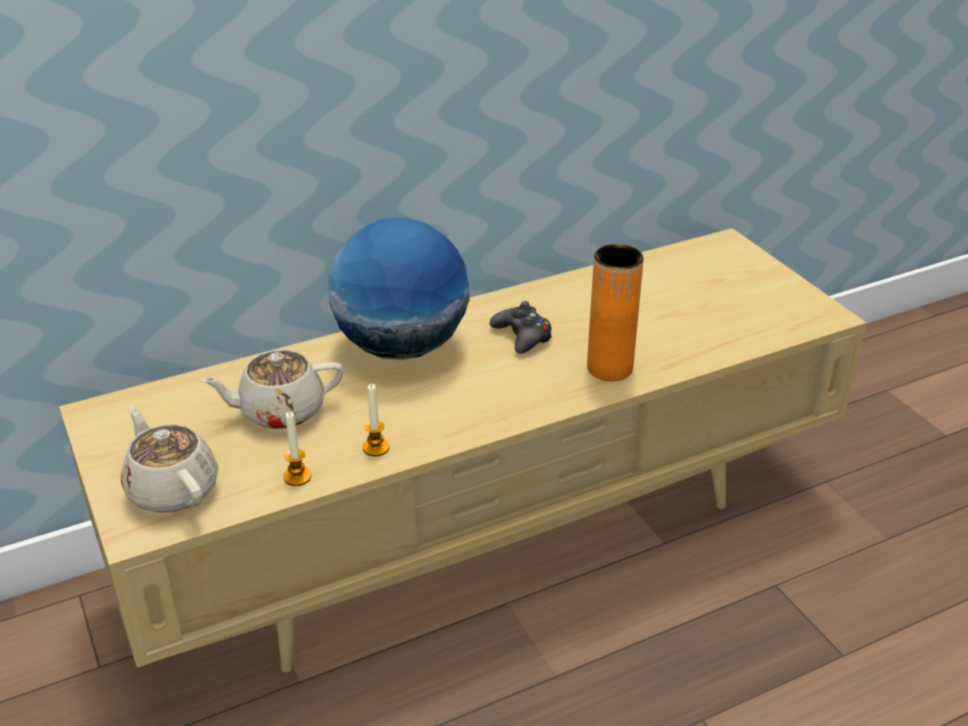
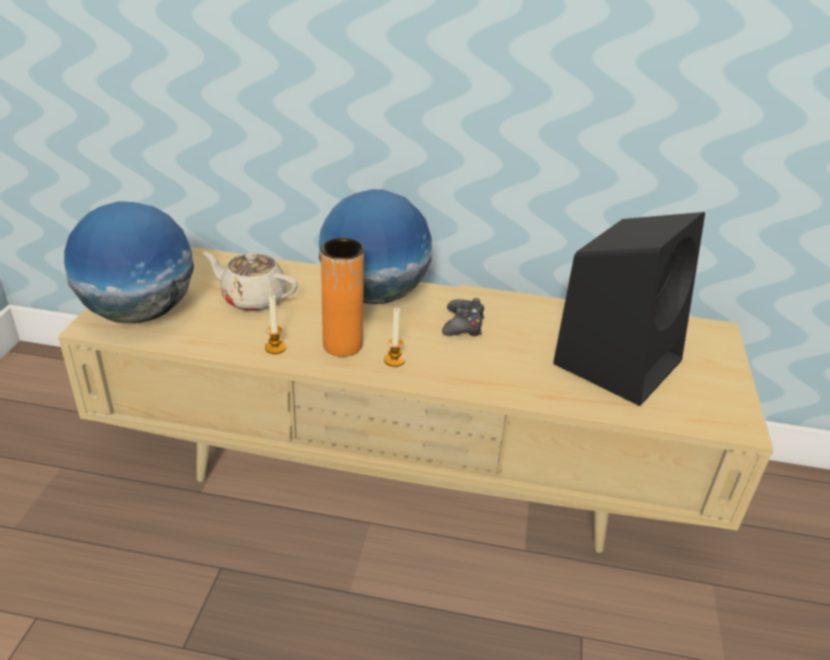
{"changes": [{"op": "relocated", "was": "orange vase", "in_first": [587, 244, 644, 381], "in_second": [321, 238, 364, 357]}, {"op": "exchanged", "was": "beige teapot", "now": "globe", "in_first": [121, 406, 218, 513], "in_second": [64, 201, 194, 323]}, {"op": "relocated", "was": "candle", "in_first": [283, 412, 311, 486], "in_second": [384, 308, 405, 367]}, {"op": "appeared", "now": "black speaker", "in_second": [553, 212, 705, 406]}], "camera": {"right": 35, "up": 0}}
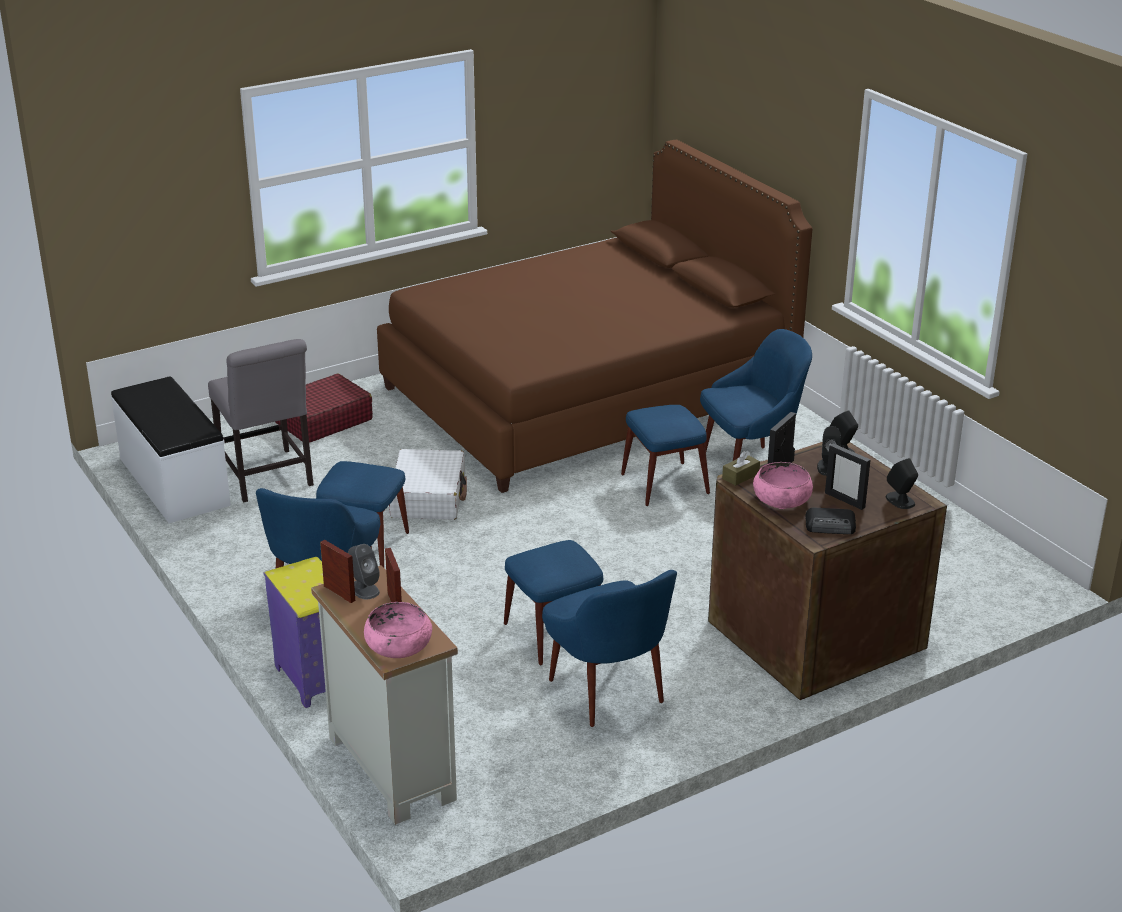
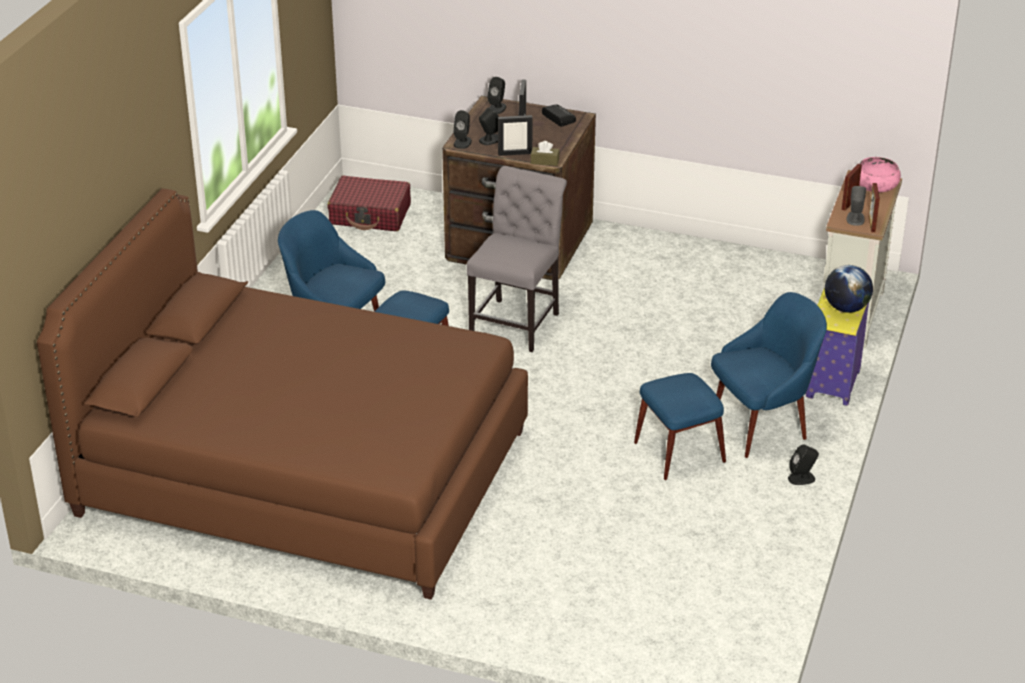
{"changes": [{"op": "relocated", "was": "grey chair", "in_first": [208, 339, 314, 502], "in_second": [467, 166, 567, 352]}, {"op": "relocated", "was": "red suitcase", "in_first": [275, 374, 373, 443], "in_second": [328, 176, 411, 231]}, {"op": "missing", "was": "white bench", "in_first": [111, 377, 231, 523]}, {"op": "missing", "was": "white suitcase", "in_first": [389, 449, 467, 520]}, {"op": "missing", "was": "pink bowl", "in_first": [753, 462, 813, 509]}, {"op": "missing", "was": "blue armchair", "in_first": [504, 540, 677, 727]}, {"op": "appeared", "now": "globe", "in_second": [825, 265, 873, 313]}, {"op": "appeared", "now": "black speaker", "in_second": [788, 444, 819, 485]}], "camera": {"right": -130, "up": 5}}
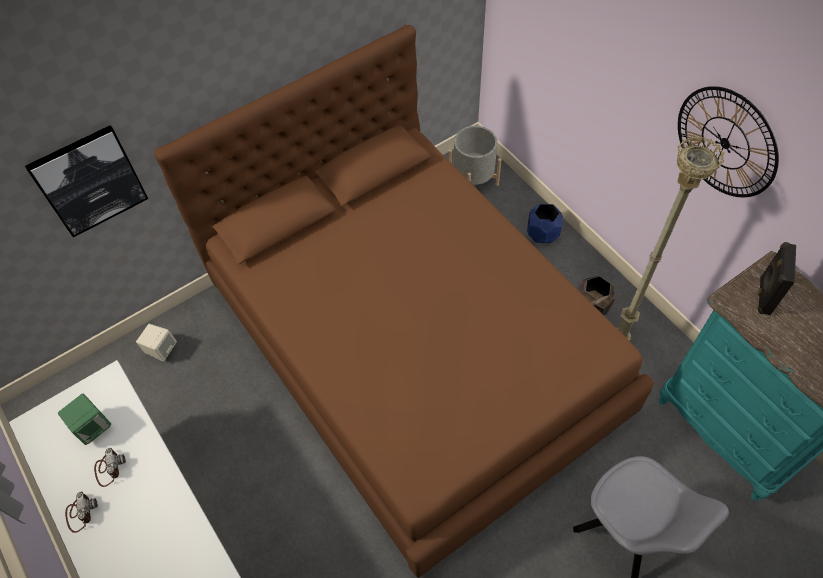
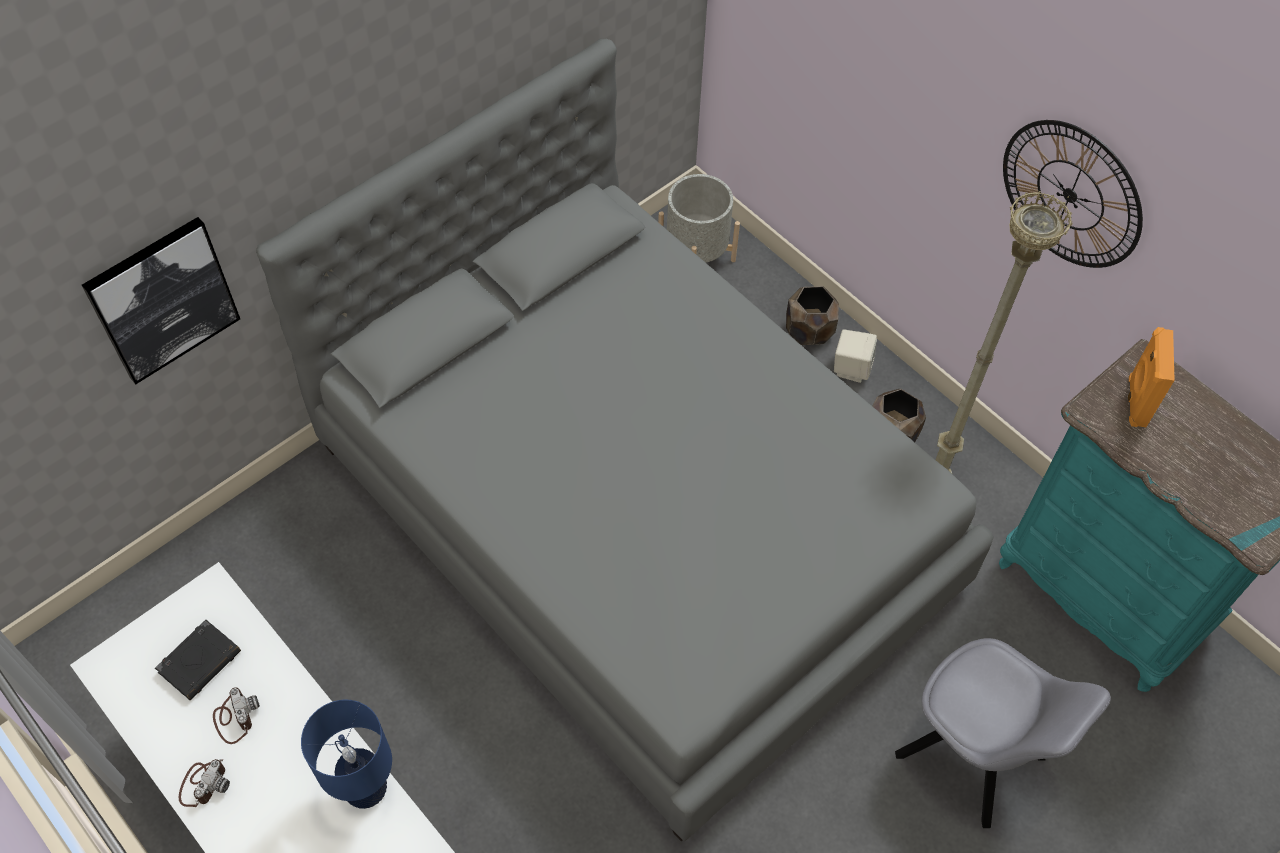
{"changes": [{"op": "colour", "was": "brown bed", "now": "grey bed", "in_first": [154, 25, 654, 578], "in_second": [256, 39, 994, 841]}, {"op": "colour", "was": "blue planter", "now": "brown planter", "in_first": [527, 204, 563, 243], "in_second": [786, 286, 839, 345]}, {"op": "colour", "was": "black speaker", "now": "orange speaker", "in_first": [758, 242, 796, 315], "in_second": [1128, 327, 1175, 427]}, {"op": "relocated", "was": "beige speaker", "in_first": [136, 324, 177, 362], "in_second": [834, 329, 877, 383]}, {"op": "exchanged", "was": "green speaker", "now": "black book", "in_first": [58, 394, 111, 445], "in_second": [155, 620, 241, 700]}, {"op": "spun", "was": "photo camera", "in_first": [65, 492, 98, 533], "in_second": [179, 759, 230, 807], "clockwise": 45}, {"op": "appeared", "now": "blue table lamp", "in_second": [301, 700, 392, 809]}], "camera": {"right": -10, "up": 0}}
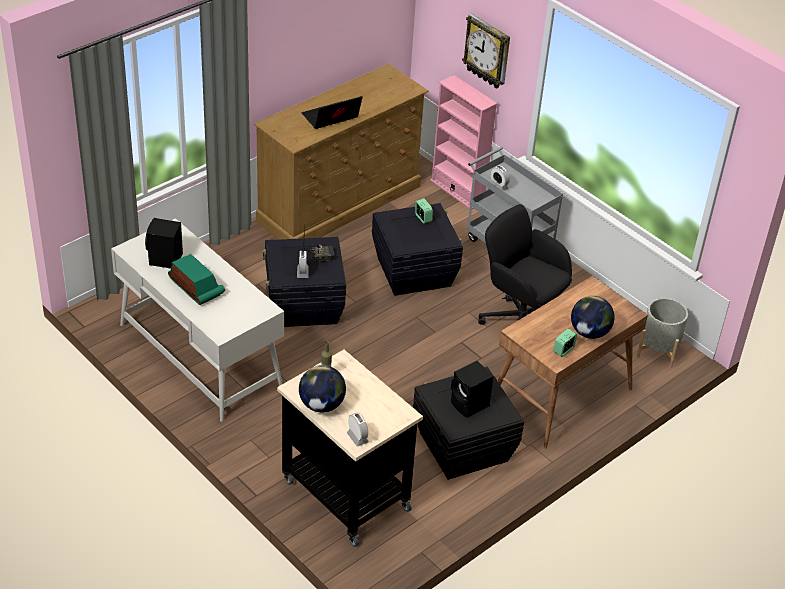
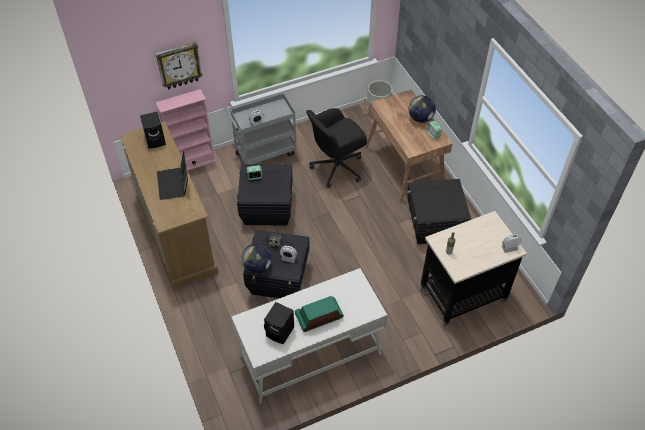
{"changes": [{"op": "relocated", "was": "black speaker", "in_first": [451, 361, 494, 418], "in_second": [140, 112, 166, 149]}, {"op": "relocated", "was": "globe", "in_first": [299, 365, 346, 412], "in_second": [241, 243, 271, 274]}], "camera": {"right": -70, "up": 10}}
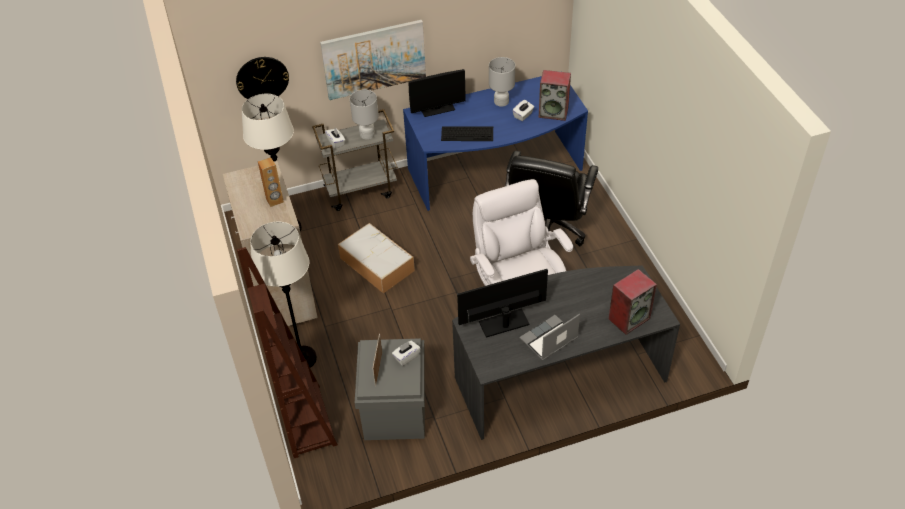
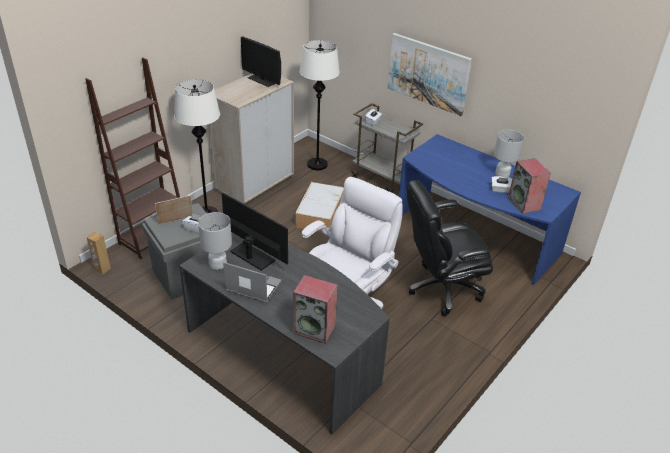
{"changes": [{"op": "missing", "was": "wall clock", "in_first": [236, 57, 289, 99]}, {"op": "relocated", "was": "monitor", "in_first": [409, 69, 466, 117], "in_second": [241, 36, 281, 87]}, {"op": "relocated", "was": "grey table lamp", "in_first": [350, 90, 379, 140], "in_second": [198, 212, 232, 270]}, {"op": "missing", "was": "keyboard", "in_first": [441, 127, 493, 141]}, {"op": "relocated", "was": "brown speaker", "in_first": [258, 157, 284, 207], "in_second": [86, 232, 111, 275]}], "camera": {"right": 55, "up": -10}}
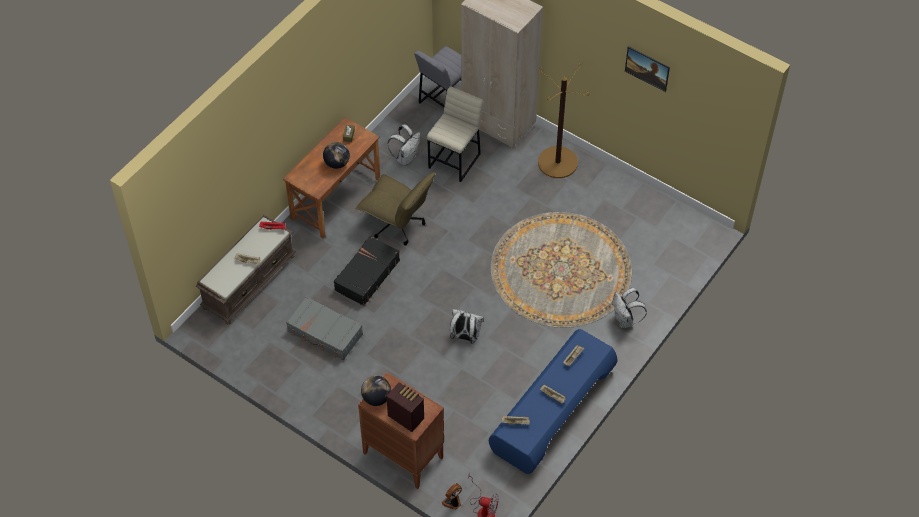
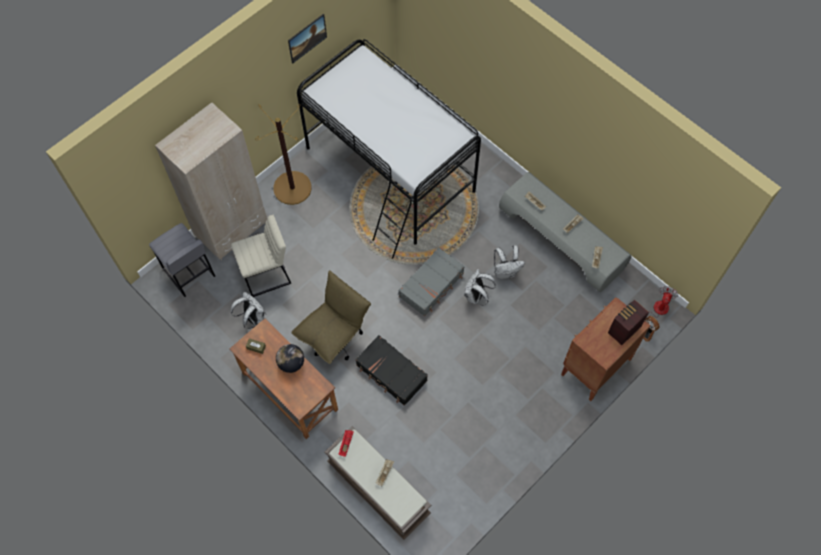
{"changes": [{"op": "spun", "was": "beige chair", "in_first": [427, 86, 484, 182], "in_second": [231, 215, 291, 297], "clockwise": 120}, {"op": "relocated", "was": "white backpack", "in_first": [613, 288, 647, 328], "in_second": [494, 245, 525, 279]}, {"op": "relocated", "was": "grey suitcase", "in_first": [286, 296, 363, 360], "in_second": [399, 247, 465, 316]}, {"op": "colour", "was": "blue bench", "now": "grey bench", "in_first": [489, 329, 617, 474], "in_second": [499, 172, 632, 292]}, {"op": "missing", "was": "globe", "in_first": [361, 376, 391, 406]}, {"op": "appeared", "now": "black bed", "in_second": [297, 39, 481, 259]}], "camera": {"right": -80, "up": 10}}
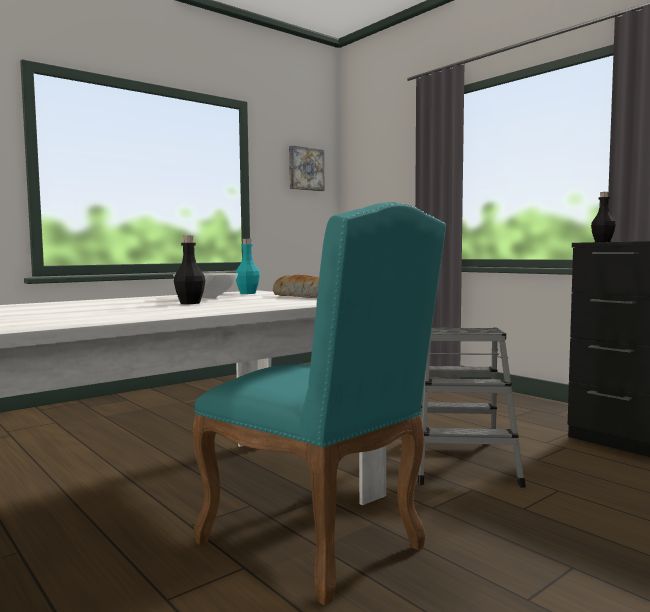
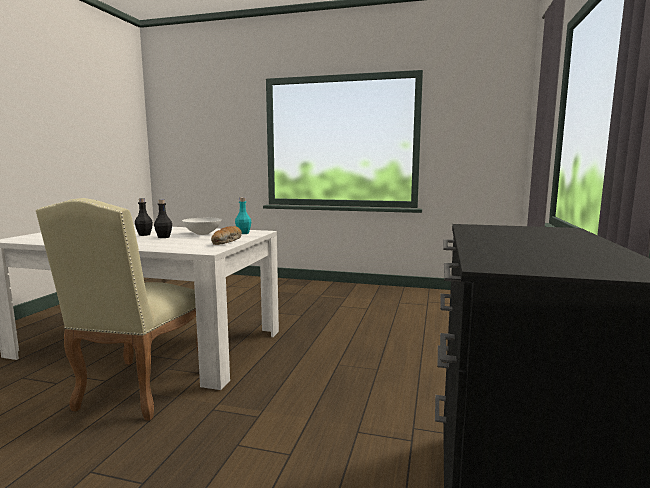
{"changes": [{"op": "missing", "was": "picture", "in_first": [289, 145, 325, 191]}, {"op": "relocated", "was": "black bottle", "in_first": [591, 192, 616, 242], "in_second": [135, 198, 153, 236]}, {"op": "colour", "was": "turquoise chair", "now": "beige chair", "in_first": [193, 202, 446, 606], "in_second": [36, 198, 198, 421]}, {"op": "missing", "was": "grey step ladder", "in_first": [418, 328, 526, 488]}], "camera": {"right": 55, "up": 5}}
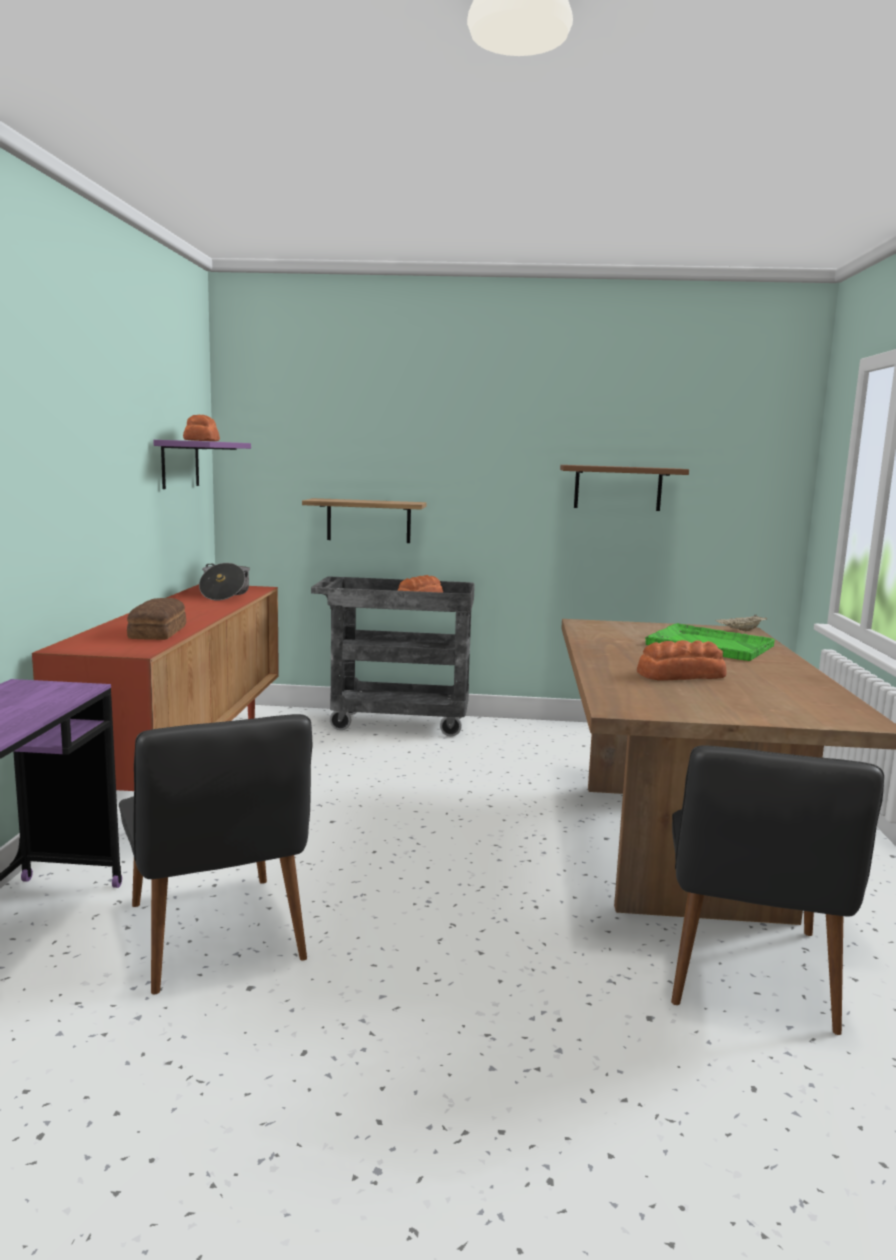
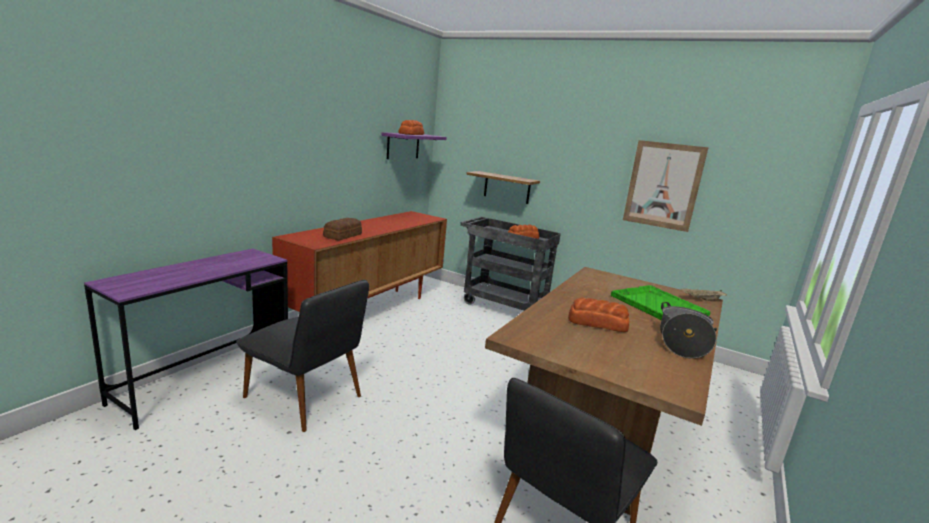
{"changes": [{"op": "exchanged", "was": "brown shelf", "now": "picture", "in_first": [560, 465, 689, 511], "in_second": [623, 140, 709, 232]}, {"op": "relocated", "was": "cooking pot", "in_first": [199, 563, 250, 600], "in_second": [660, 302, 717, 359]}, {"op": "spun", "was": "black chair", "in_first": [119, 714, 312, 994], "in_second": [236, 280, 369, 432], "clockwise": -60}], "camera": {"right": 25, "up": 5}}
